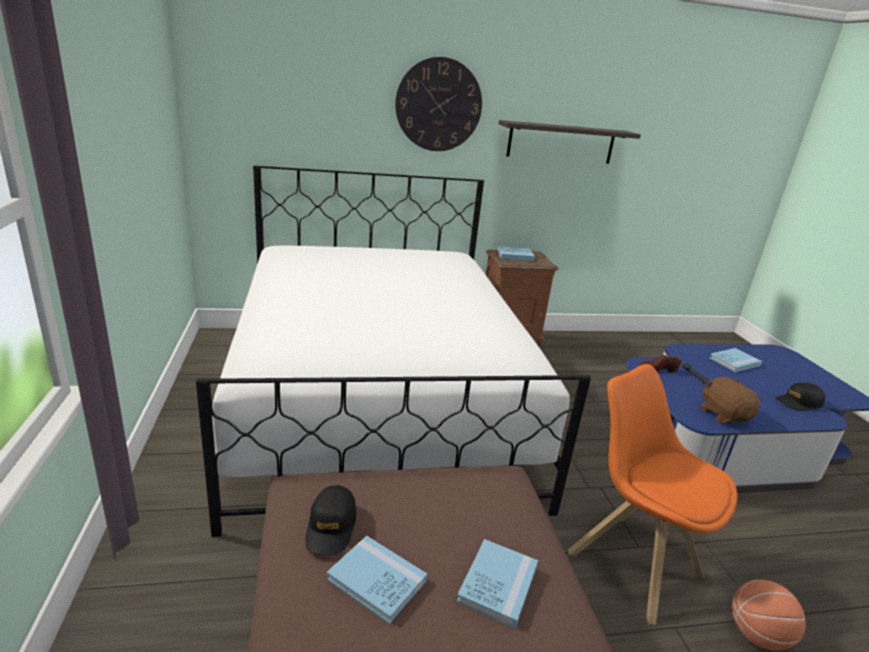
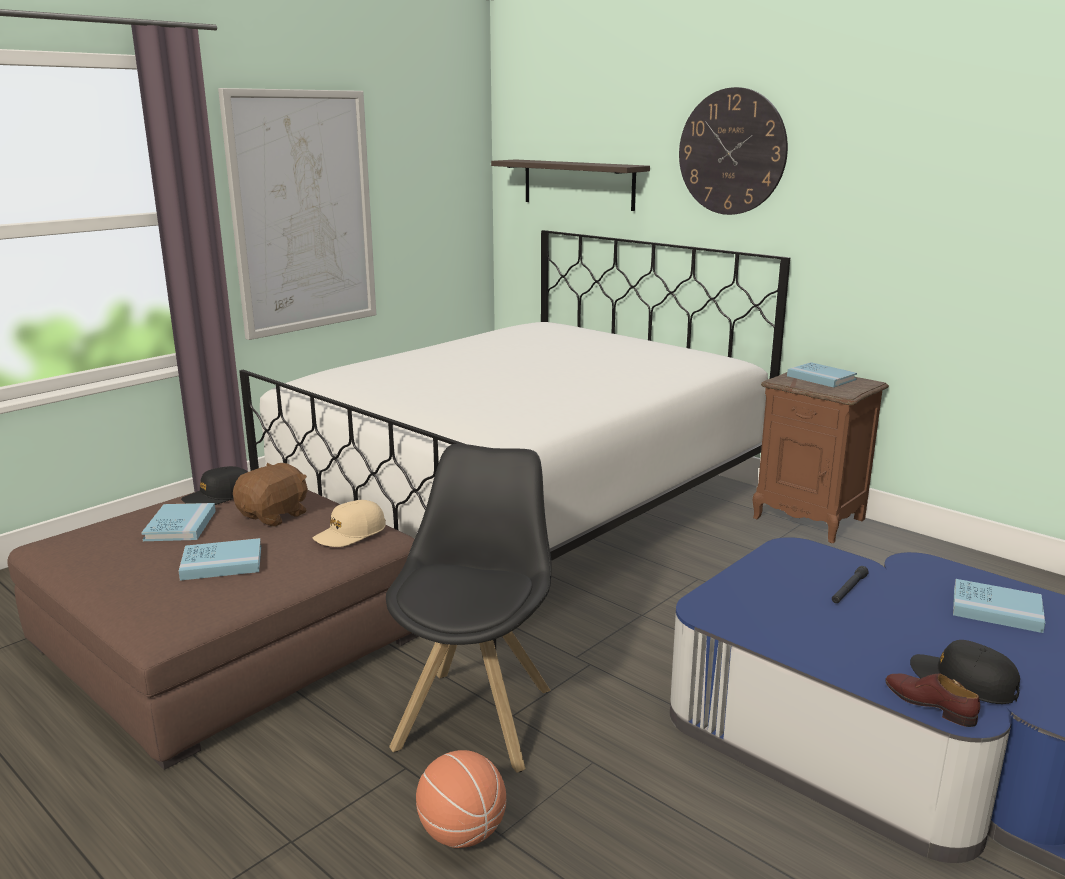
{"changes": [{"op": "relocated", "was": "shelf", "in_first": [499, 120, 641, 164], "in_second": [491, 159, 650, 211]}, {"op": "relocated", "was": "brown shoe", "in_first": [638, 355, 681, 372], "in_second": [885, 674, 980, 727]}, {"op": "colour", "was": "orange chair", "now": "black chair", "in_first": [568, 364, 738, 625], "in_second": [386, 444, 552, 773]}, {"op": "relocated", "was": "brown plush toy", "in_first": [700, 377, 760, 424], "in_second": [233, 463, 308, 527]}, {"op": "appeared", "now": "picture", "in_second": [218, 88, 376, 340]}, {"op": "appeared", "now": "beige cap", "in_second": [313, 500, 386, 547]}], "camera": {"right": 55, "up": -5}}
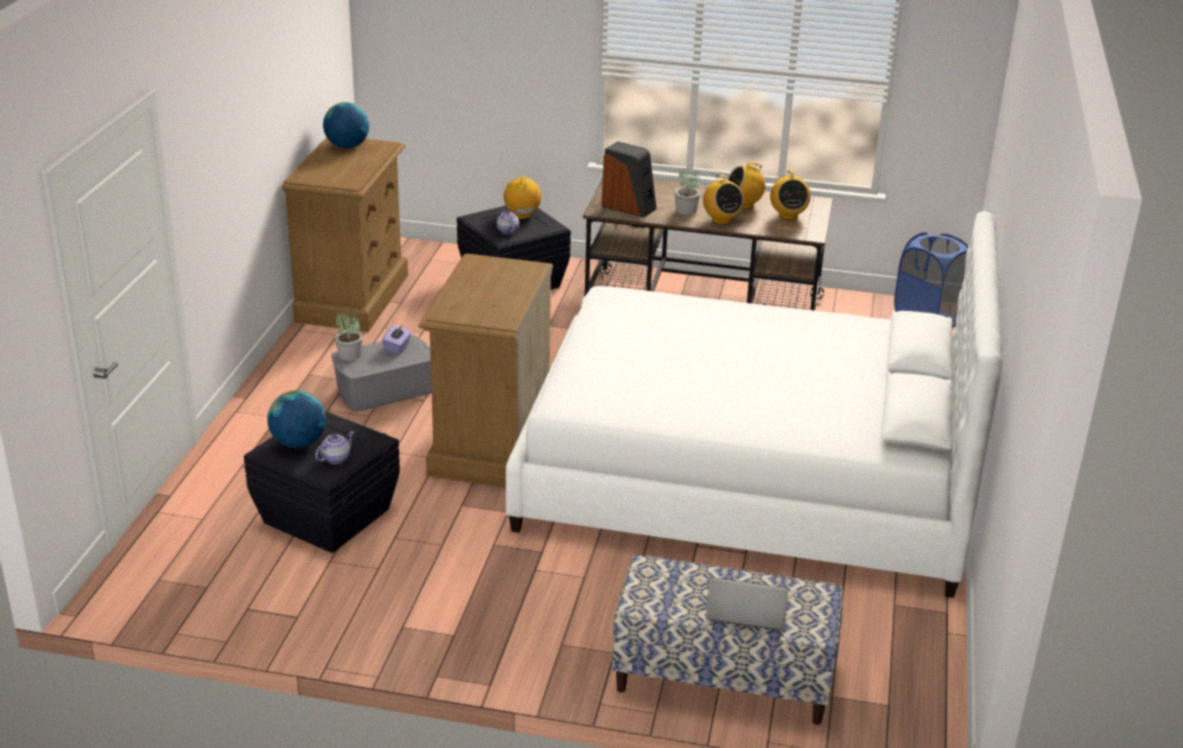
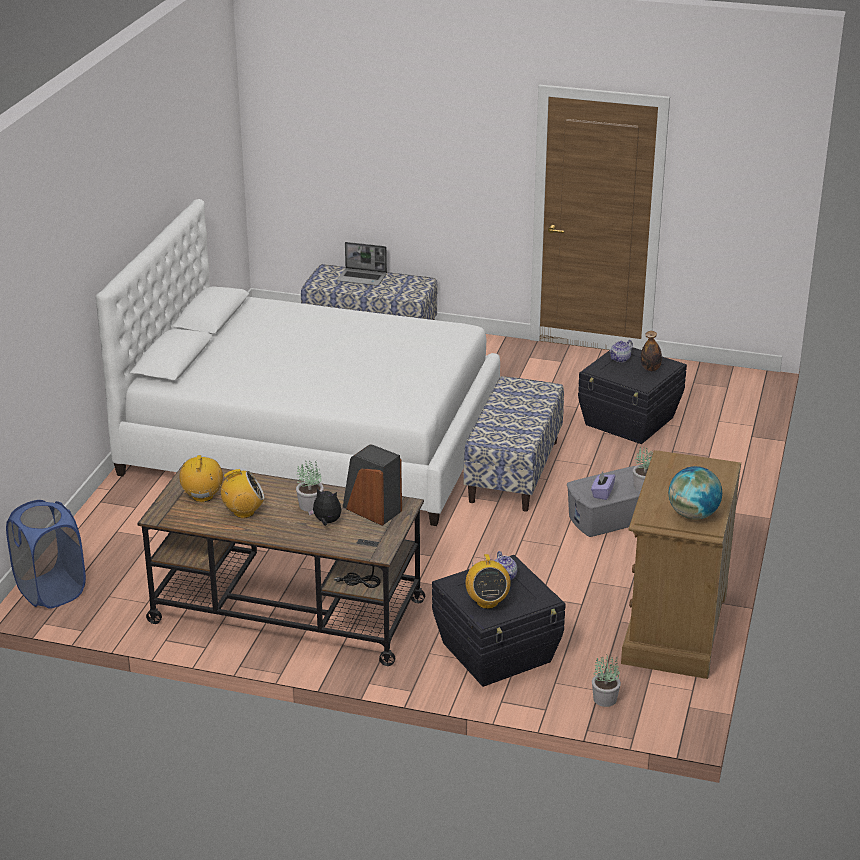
{"changes": [{"op": "missing", "was": "radio", "in_first": [703, 175, 744, 224]}, {"op": "exchanged", "was": "brown dresser", "now": "bench", "in_first": [418, 254, 553, 488], "in_second": [464, 376, 564, 512]}, {"op": "exchanged", "was": "globe", "now": "bottle", "in_first": [267, 390, 326, 448], "in_second": [641, 331, 662, 371]}, {"op": "appeared", "now": "plush toy", "in_second": [308, 488, 342, 526]}, {"op": "appeared", "now": "potted plant", "in_second": [592, 654, 621, 707]}], "camera": {"right": -175, "up": 0}}
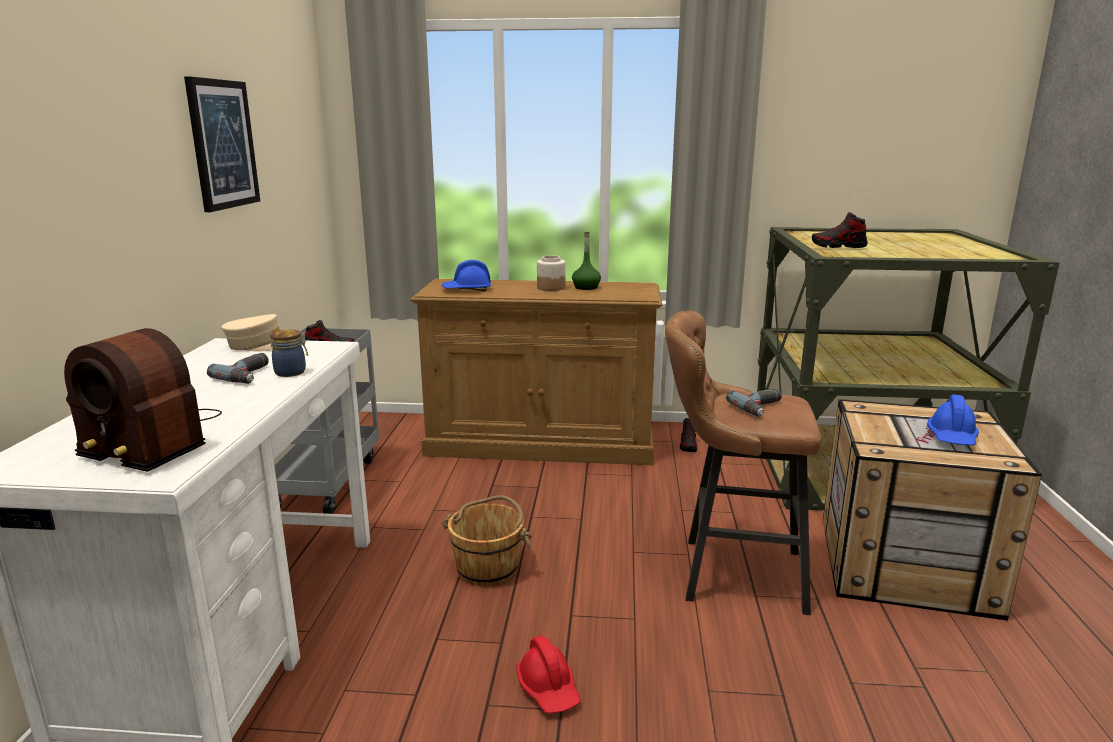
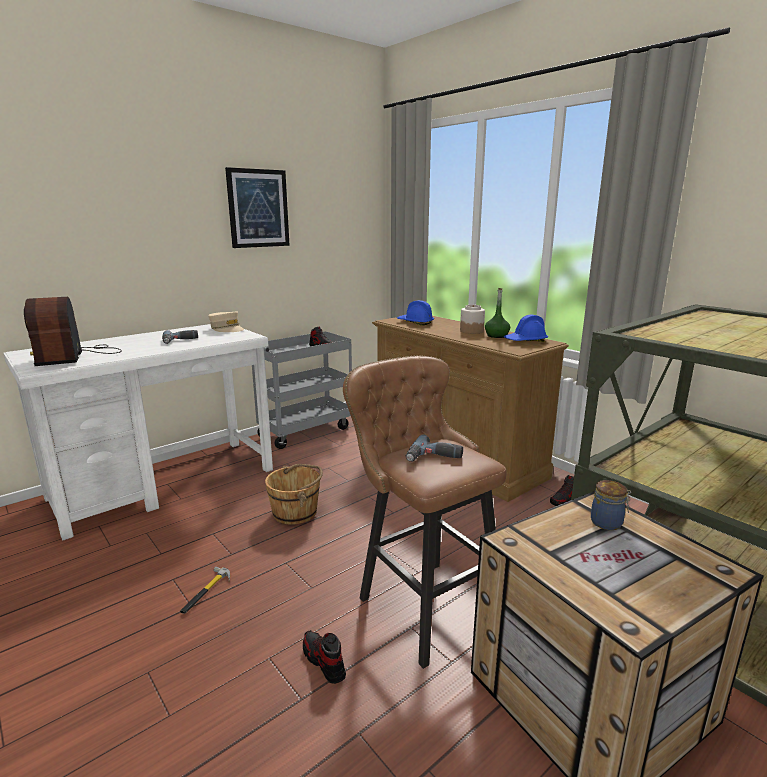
{"changes": [{"op": "relocated", "was": "shoe", "in_first": [812, 212, 868, 248], "in_second": [303, 630, 346, 684]}, {"op": "relocated", "was": "jar", "in_first": [270, 330, 308, 377], "in_second": [591, 480, 631, 530]}, {"op": "relocated", "was": "blue hard hat", "in_first": [927, 394, 979, 445], "in_second": [504, 315, 548, 342]}, {"op": "exchanged", "was": "red hard hat", "now": "hammer", "in_first": [516, 636, 581, 713], "in_second": [180, 567, 230, 614]}], "camera": {"right": 45, "up": 0}}
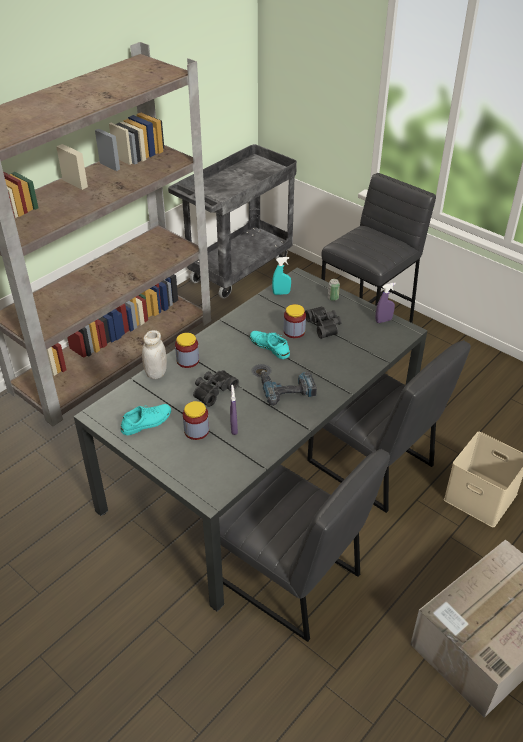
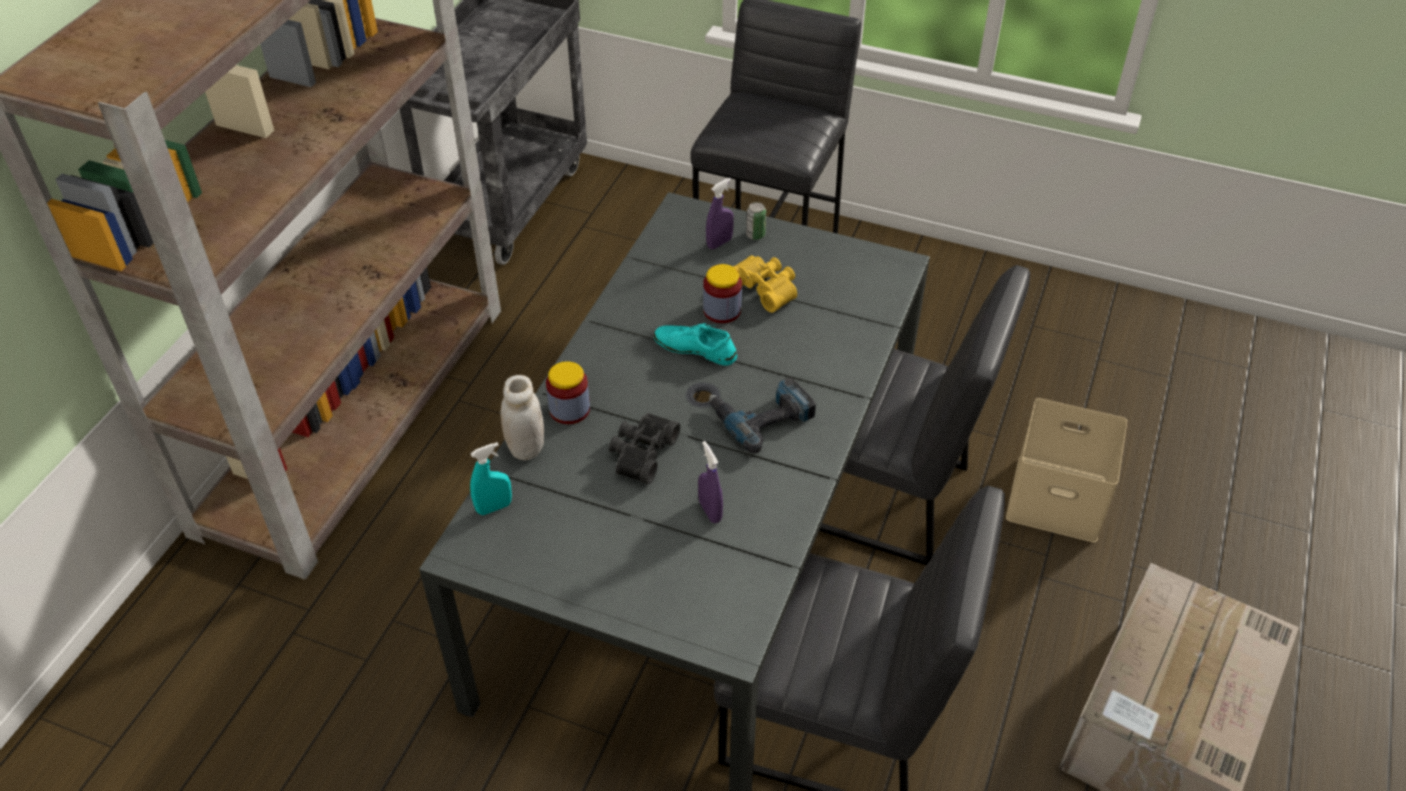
{"changes": [{"op": "relocated", "was": "turquoise spray bottle", "in_first": [272, 257, 291, 295], "in_second": [470, 442, 512, 515]}, {"op": "relocated", "was": "purple spray bottle", "in_first": [375, 283, 396, 323], "in_second": [706, 178, 734, 249]}, {"op": "colour", "was": "black binoculars", "now": "yellow binoculars", "in_first": [305, 306, 341, 339], "in_second": [733, 256, 797, 313]}, {"op": "missing", "was": "jar", "in_first": [183, 401, 209, 440]}, {"op": "missing", "was": "turquoise shoe", "in_first": [121, 404, 171, 435]}], "camera": {"right": -20, "up": 5}}
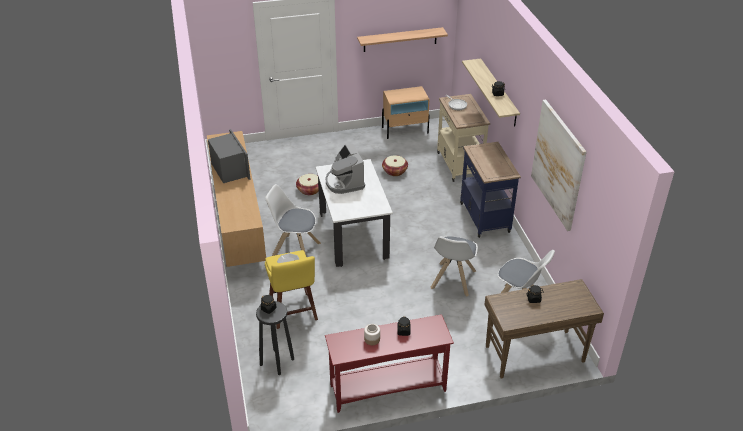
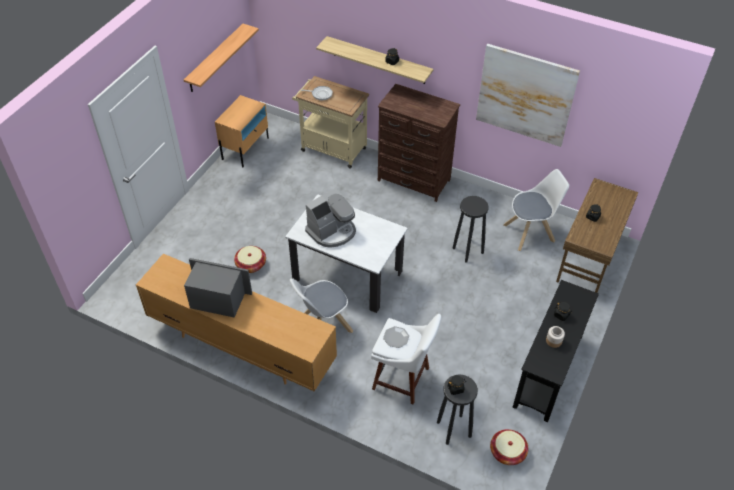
{"changes": [{"op": "exchanged", "was": "blue cart", "now": "brown dresser", "in_first": [460, 142, 521, 238], "in_second": [378, 84, 460, 202]}, {"op": "spun", "was": "coffee machine", "in_first": [326, 144, 365, 194], "in_second": [305, 188, 356, 248], "clockwise": -60}, {"op": "relocated", "was": "basket", "in_first": [382, 155, 408, 176], "in_second": [490, 429, 528, 465]}, {"op": "exchanged", "was": "chair", "now": "black stool", "in_first": [430, 236, 478, 297], "in_second": [452, 196, 489, 263]}, {"op": "colour", "was": "yellow stool", "now": "white stool", "in_first": [265, 250, 318, 329], "in_second": [371, 314, 441, 404]}, {"op": "colour", "was": "red console table", "now": "black console table", "in_first": [325, 314, 454, 413], "in_second": [513, 280, 599, 422]}], "camera": {"right": -50, "up": 10}}
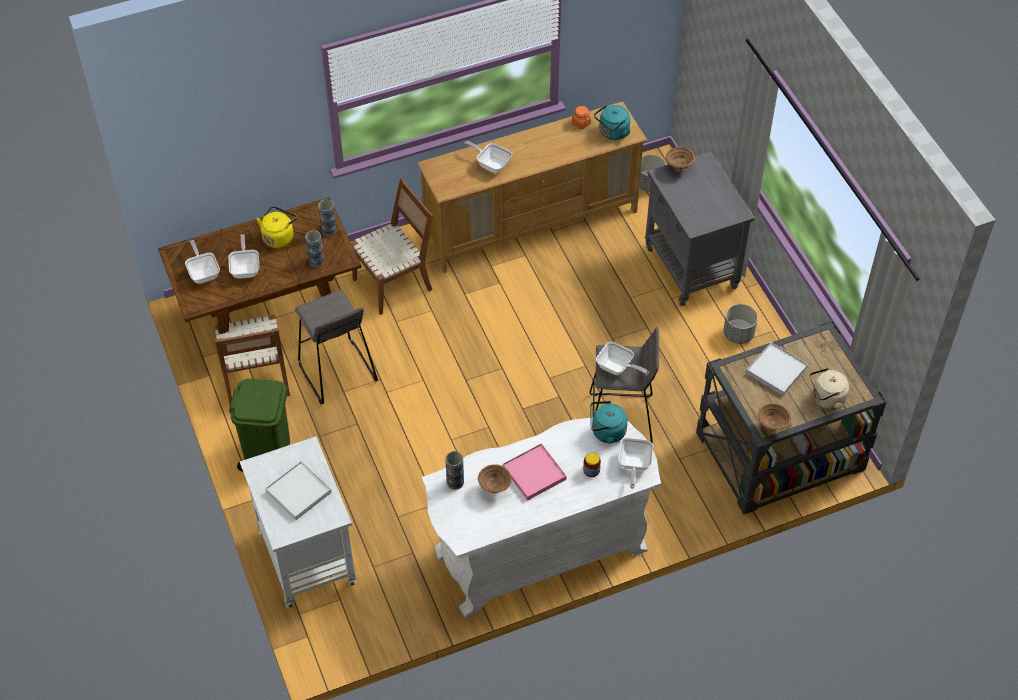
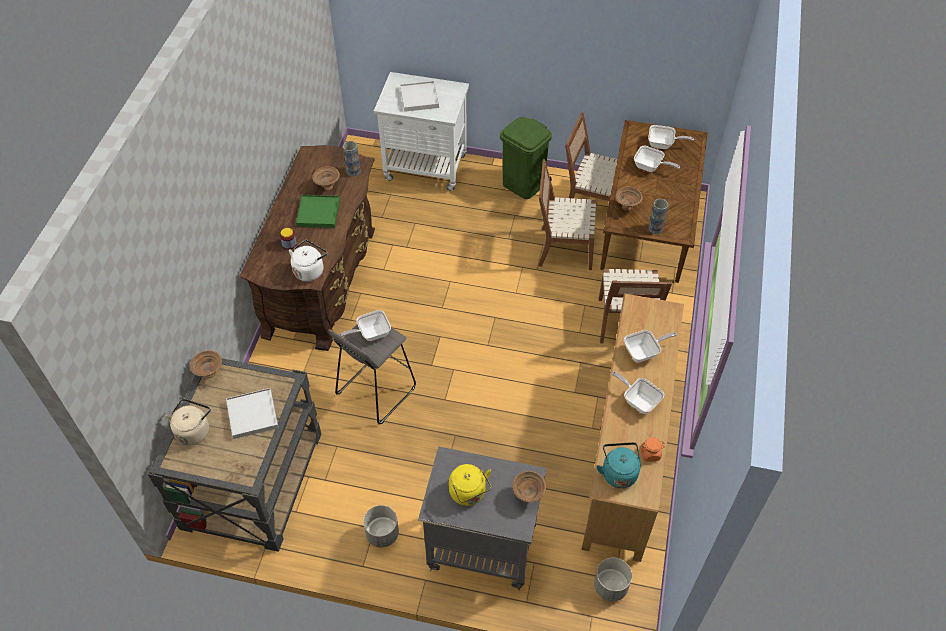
{"changes": [{"op": "relocated", "was": "yellow kettle", "in_first": [256, 206, 297, 248], "in_second": [449, 464, 491, 506]}, {"op": "exchanged", "was": "vase", "now": "brown bowl", "in_first": [305, 230, 325, 268], "in_second": [615, 187, 643, 211]}, {"op": "exchanged", "was": "grey stool", "now": "chair", "in_first": [295, 290, 378, 404], "in_second": [538, 159, 597, 270]}, {"op": "colour", "was": "turquoise kettle", "now": "white kettle", "in_first": [590, 401, 628, 444], "in_second": [289, 240, 327, 282]}, {"op": "colour", "was": "white dresser", "now": "brown dresser", "in_first": [422, 417, 661, 618], "in_second": [240, 145, 375, 351]}, {"op": "relocated", "was": "frying pan", "in_first": [618, 438, 653, 489], "in_second": [612, 371, 664, 414]}, {"op": "colour", "was": "pink tray", "now": "green tray", "in_first": [503, 443, 566, 501], "in_second": [296, 195, 340, 228]}], "camera": {"right": 125, "up": 0}}
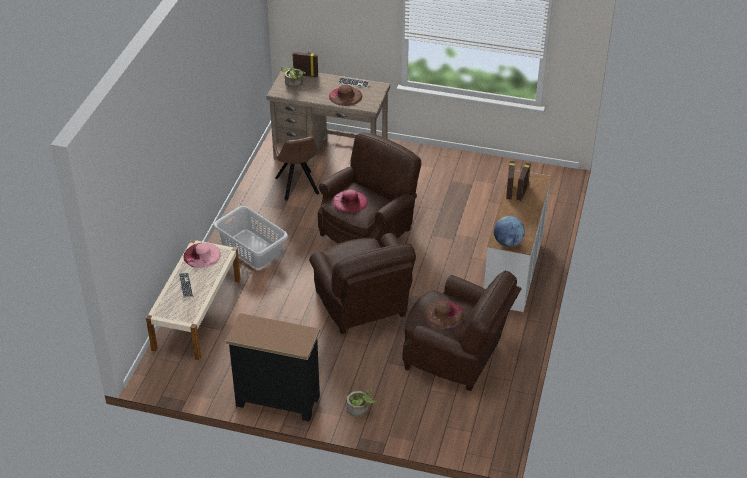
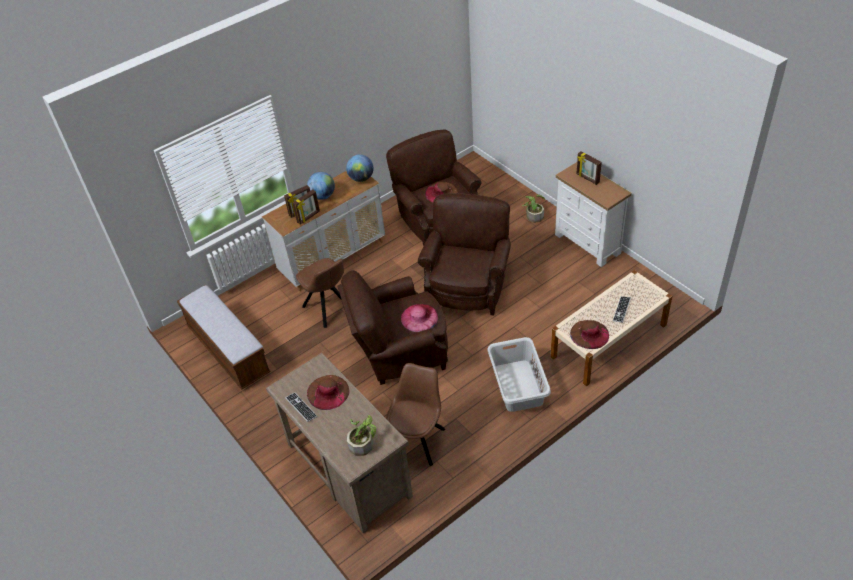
{"changes": [{"op": "relocated", "was": "picture frame", "in_first": [293, 52, 318, 77], "in_second": [576, 151, 602, 185]}, {"op": "colour", "was": "pink hat", "now": "brown hat", "in_first": [183, 243, 221, 268], "in_second": [570, 320, 609, 349]}, {"op": "colour", "was": "black dresser", "now": "white dresser", "in_first": [226, 313, 320, 422], "in_second": [555, 162, 632, 267]}, {"op": "appeared", "now": "globe", "in_second": [307, 172, 335, 200]}, {"op": "appeared", "now": "brown chair", "in_second": [296, 258, 344, 328]}, {"op": "appeared", "now": "bench", "in_second": [177, 285, 271, 390]}], "camera": {"right": -140, "up": 5}}
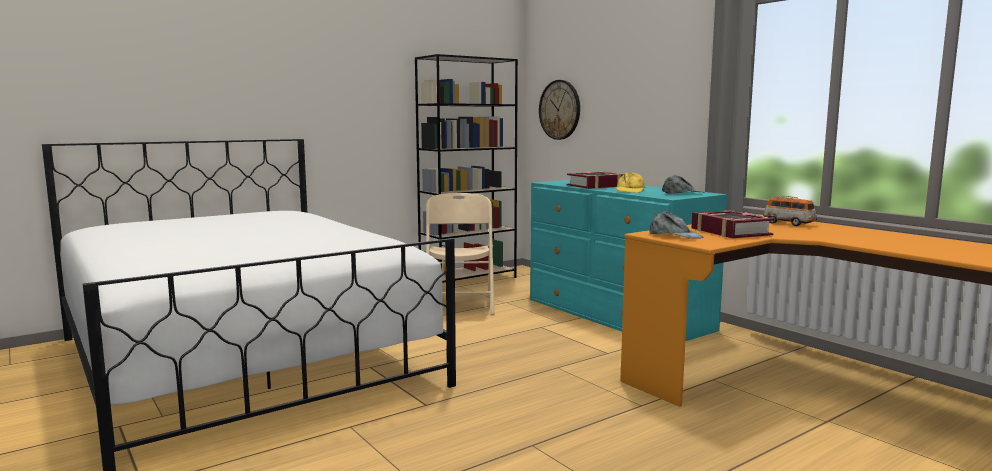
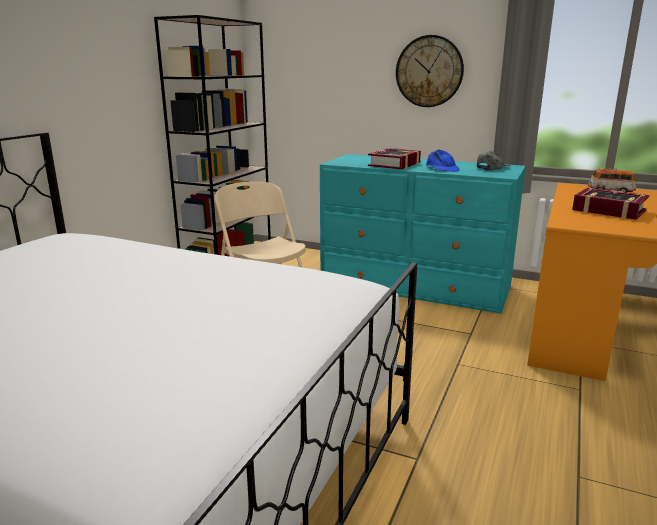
{"changes": [{"op": "relocated", "was": "wall clock", "in_first": [539, 80, 580, 140], "in_second": [396, 35, 464, 107]}, {"op": "colour", "was": "yellow cap", "now": "blue cap", "in_first": [616, 172, 645, 193], "in_second": [426, 149, 460, 172]}, {"op": "missing", "was": "grey cap", "in_first": [649, 211, 704, 239]}], "camera": {"right": -30, "up": 10}}
